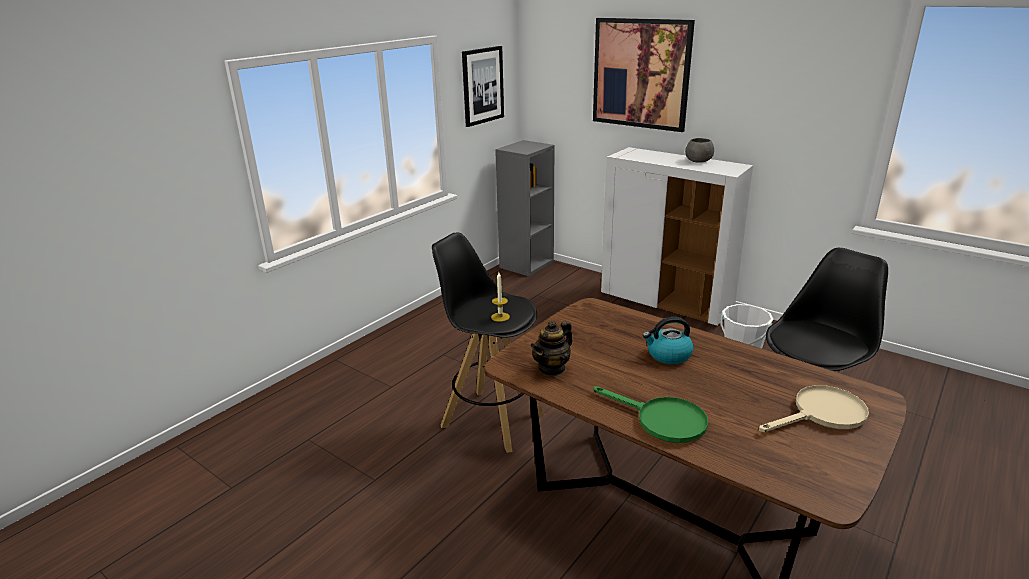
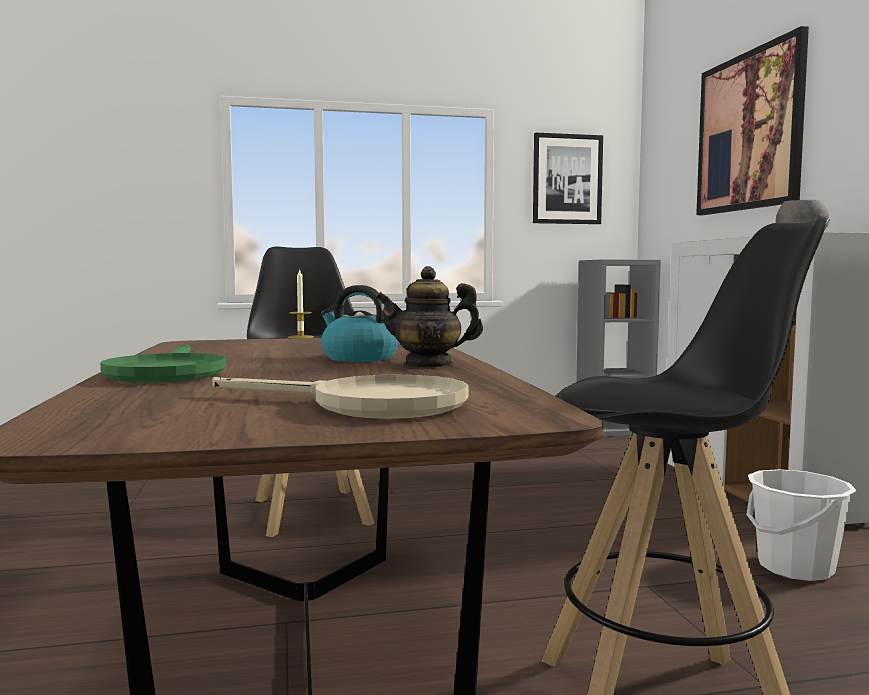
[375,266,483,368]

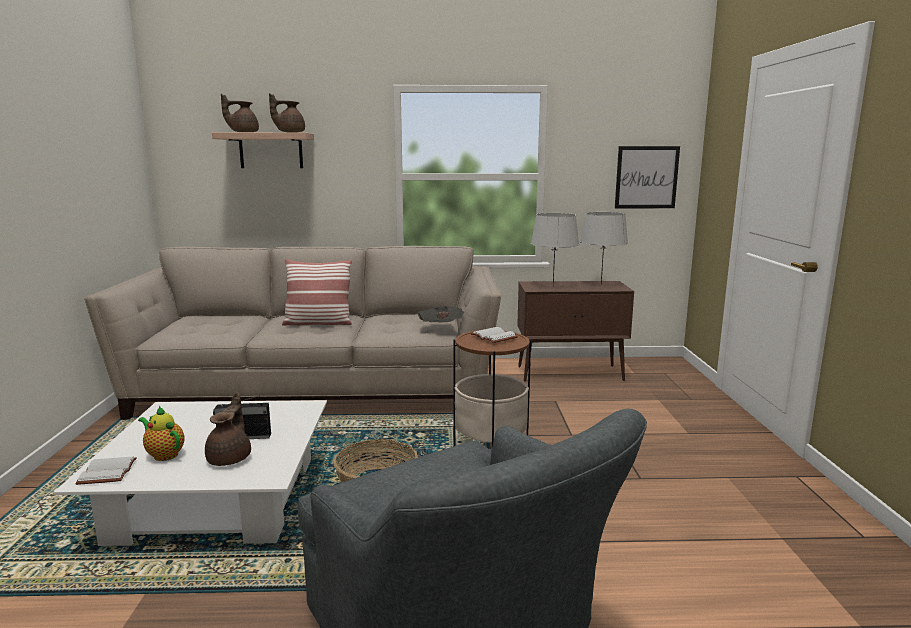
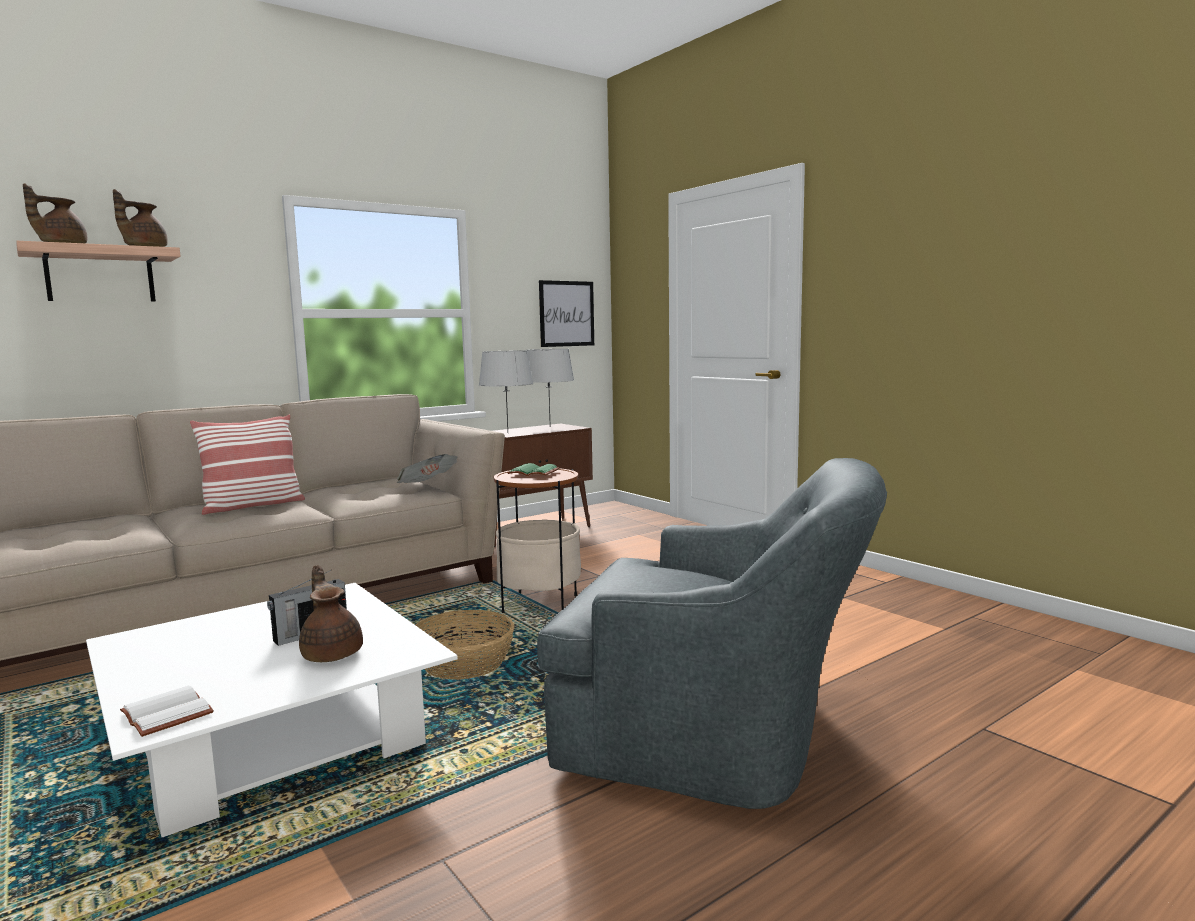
[508,463,559,476]
[138,406,185,461] (first image)

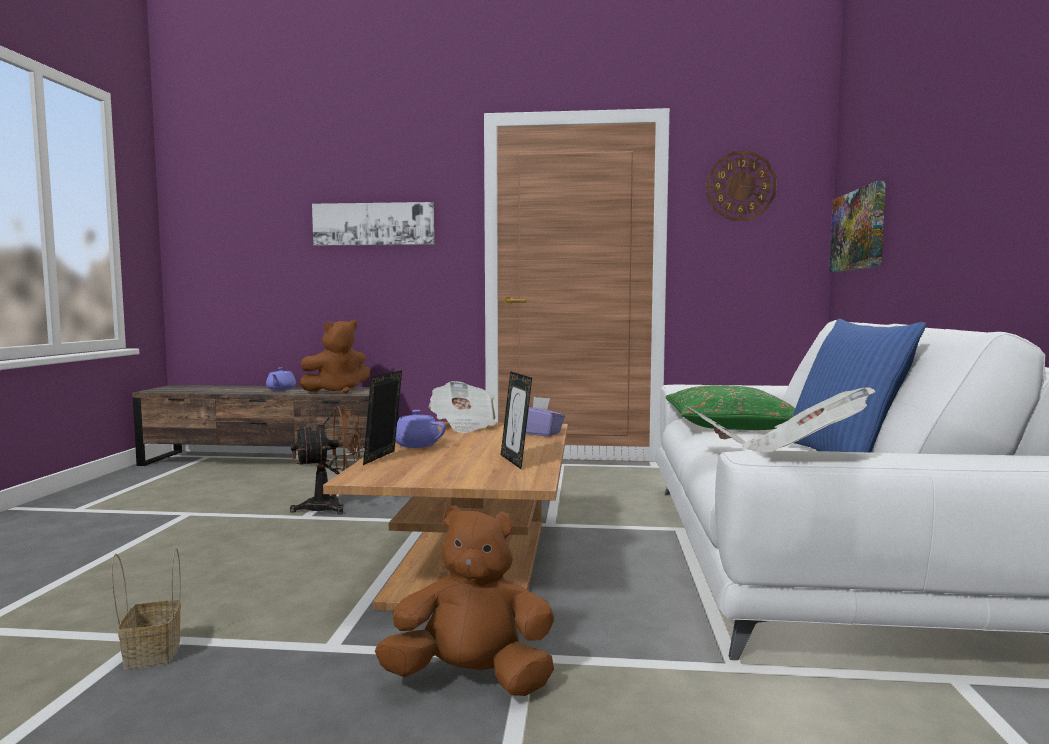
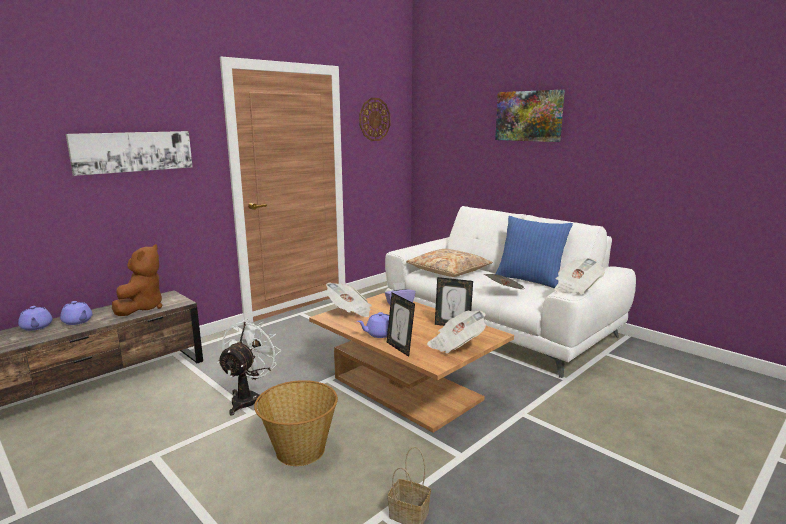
[495,90,565,142]
[406,249,493,277]
[217,319,281,416]
[375,505,554,696] (first image)
[18,306,52,331]
[427,311,486,353]
[254,380,338,466]

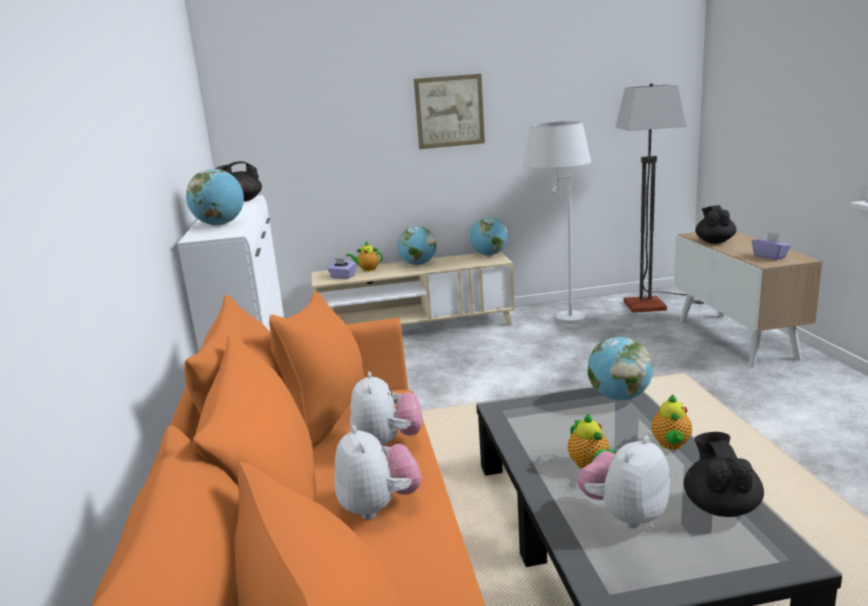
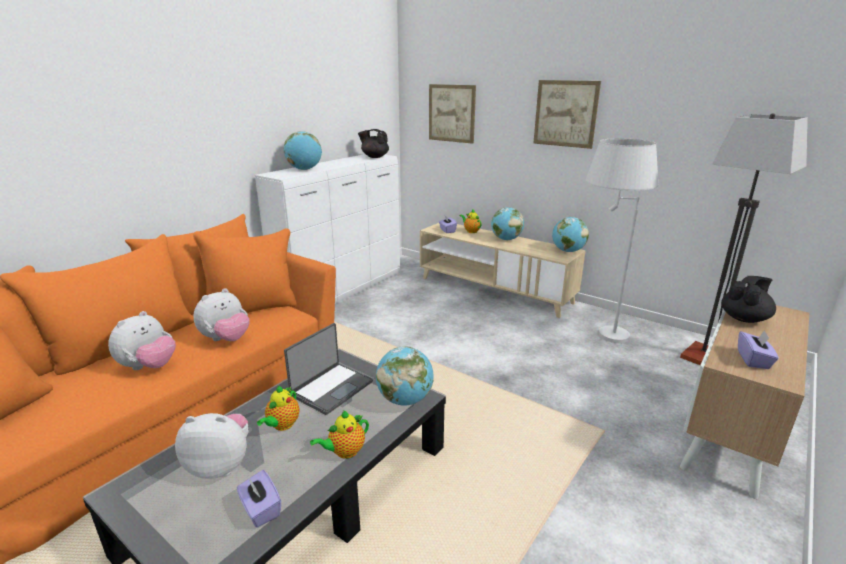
[237,470,281,527]
[429,84,476,144]
[284,323,373,415]

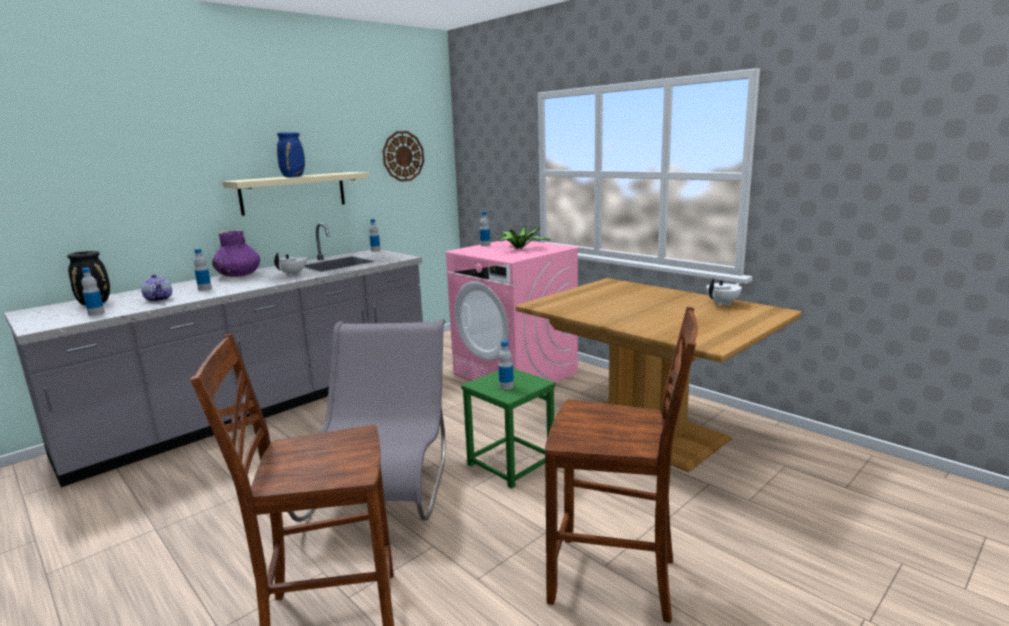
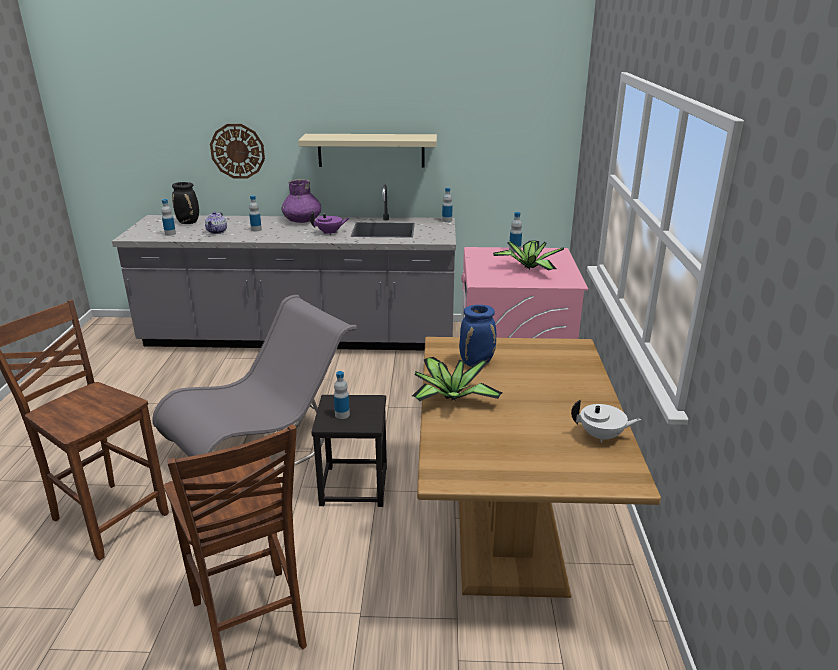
[210,124,265,179]
[459,305,496,367]
[310,212,349,235]
[311,395,387,507]
[412,357,502,402]

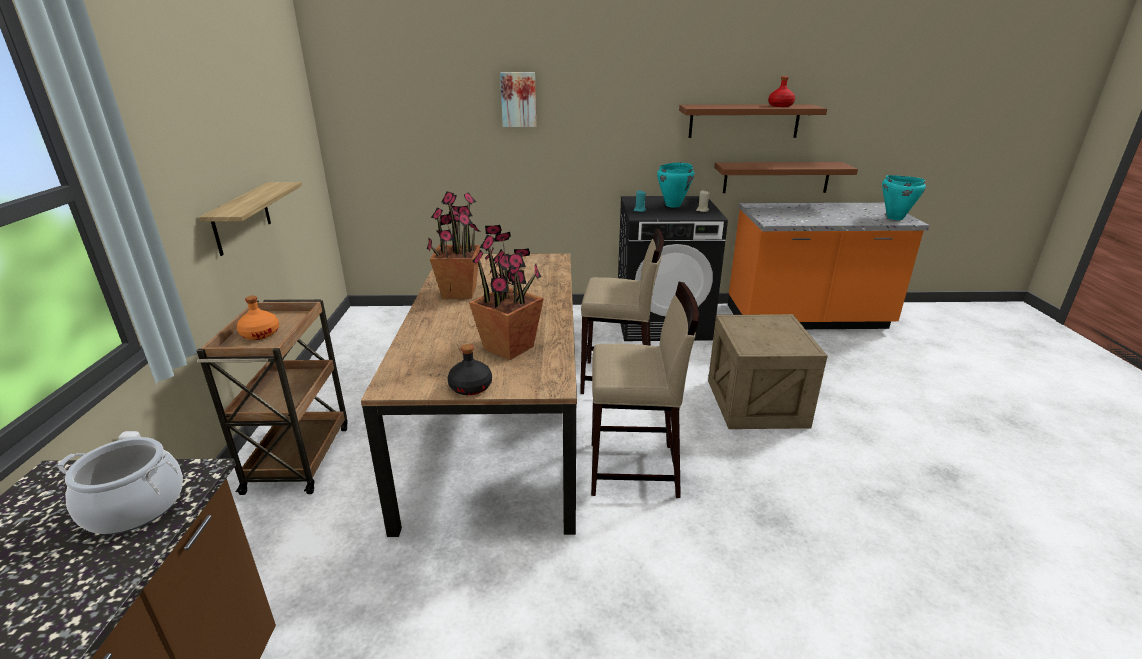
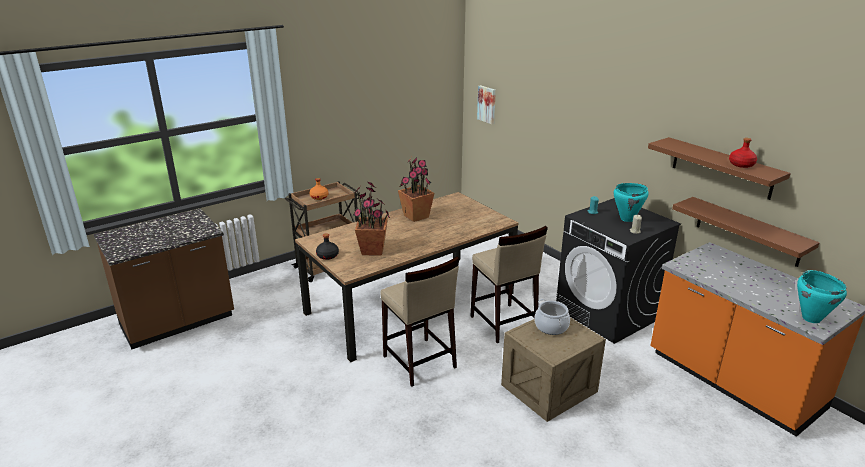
[477,85,496,124]
[199,182,302,256] (first image)
[534,299,570,335]

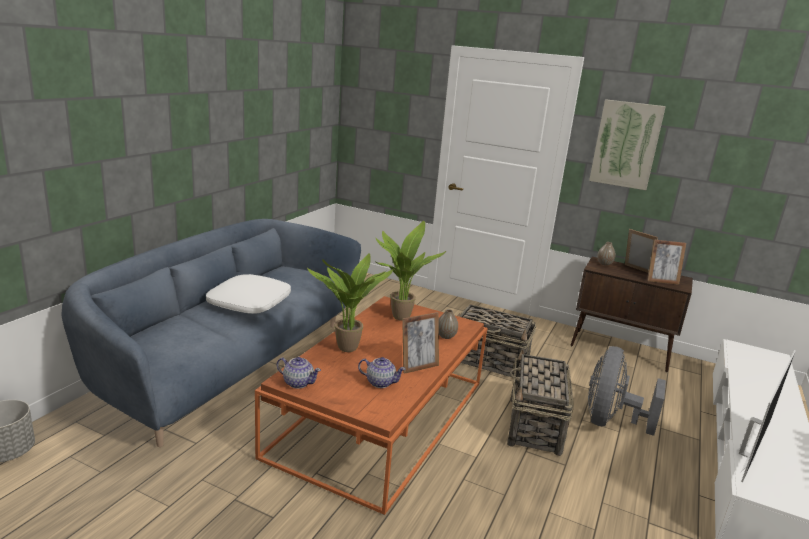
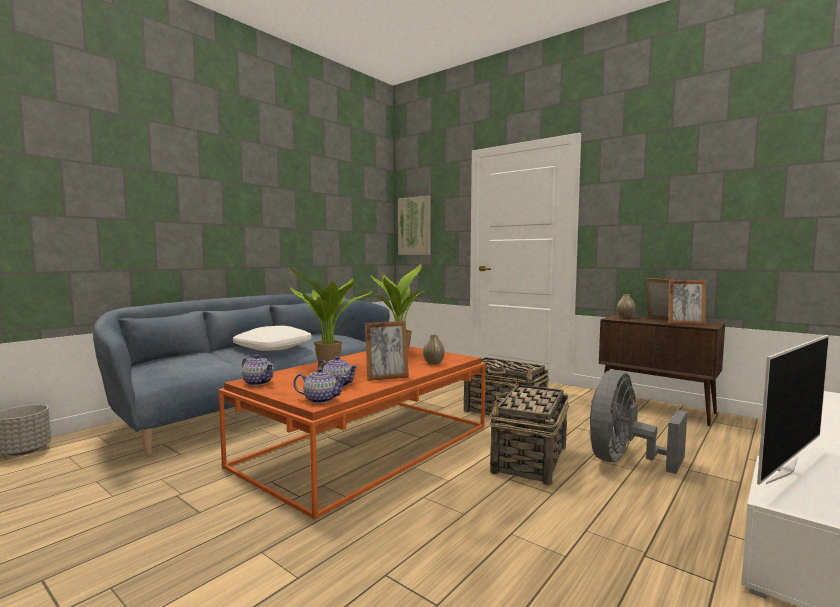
[398,196,431,255]
[293,368,347,404]

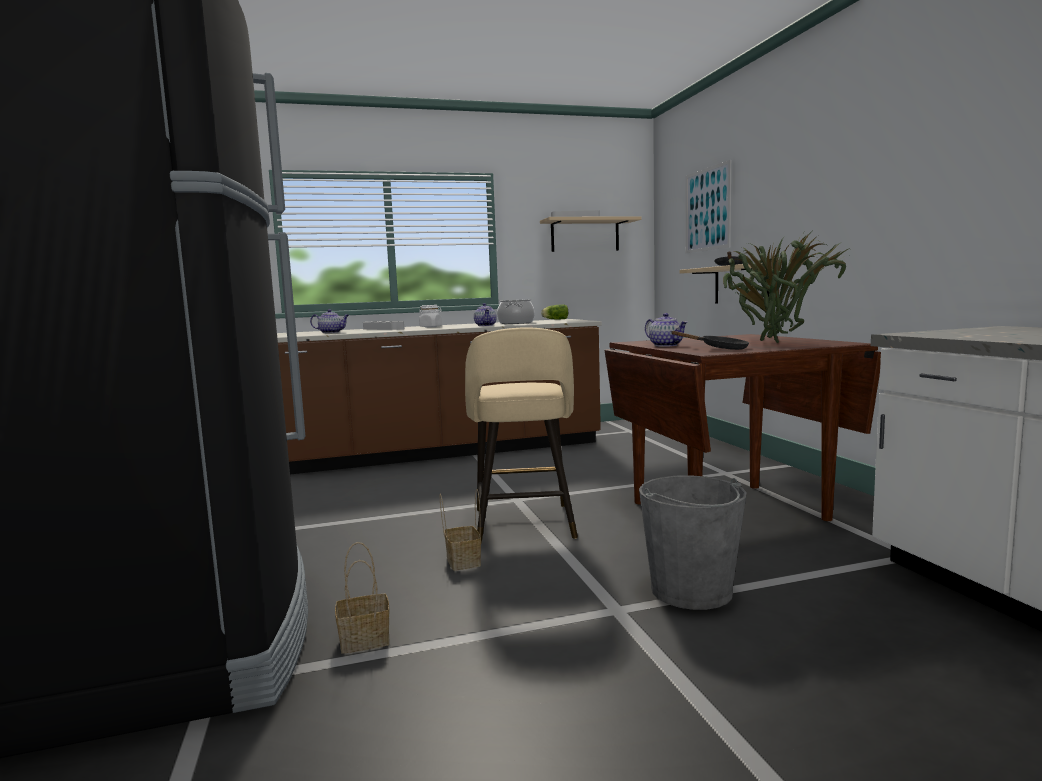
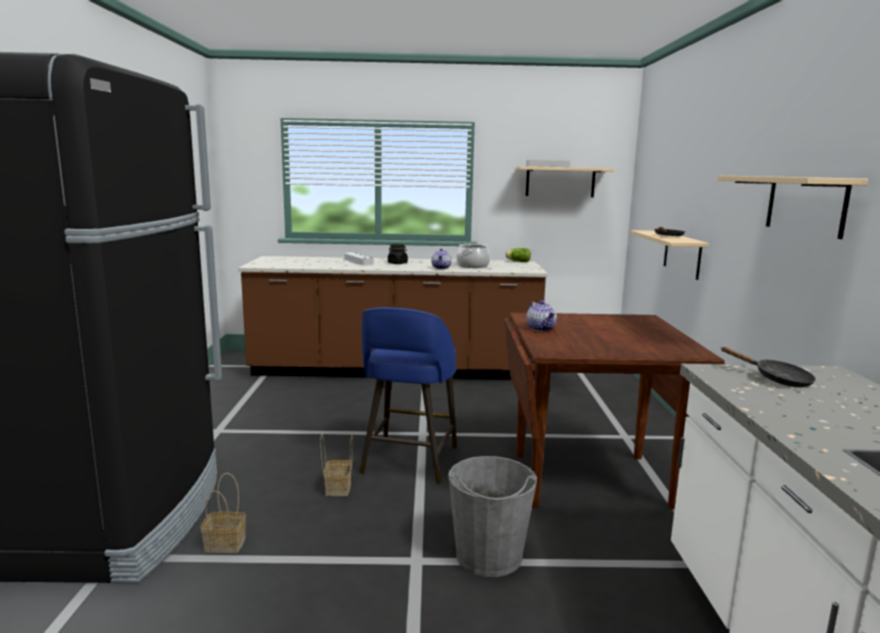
[685,160,731,253] (first image)
[723,231,849,343] (first image)
[388,244,408,264]
[310,309,349,333] (first image)
[359,307,457,484]
[720,347,816,388]
[718,176,868,239]

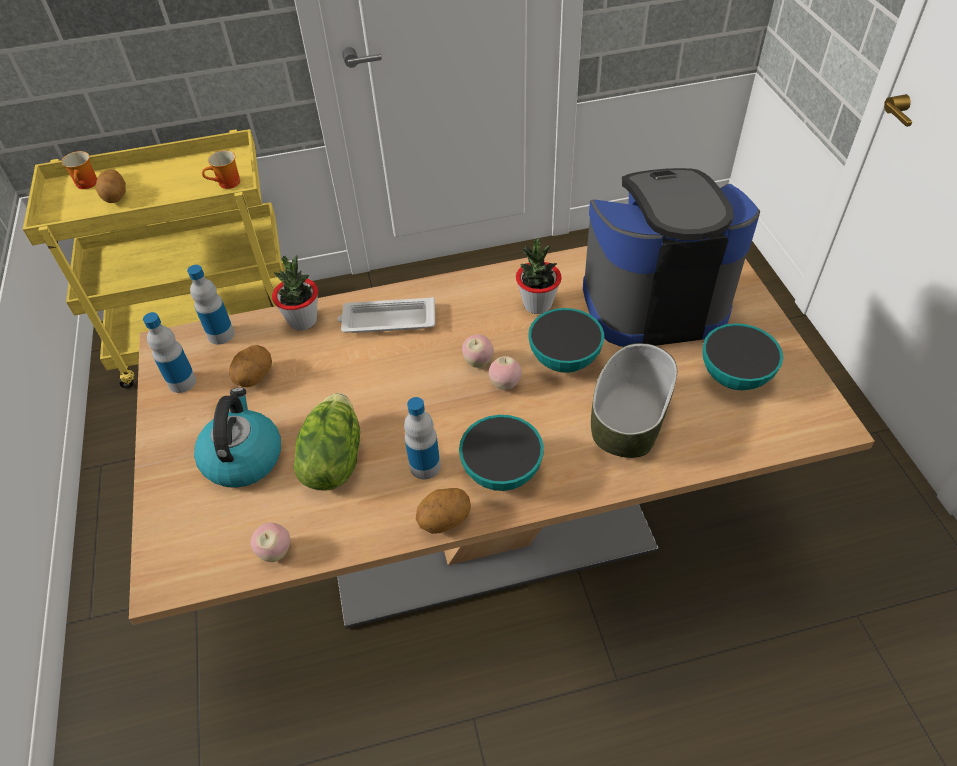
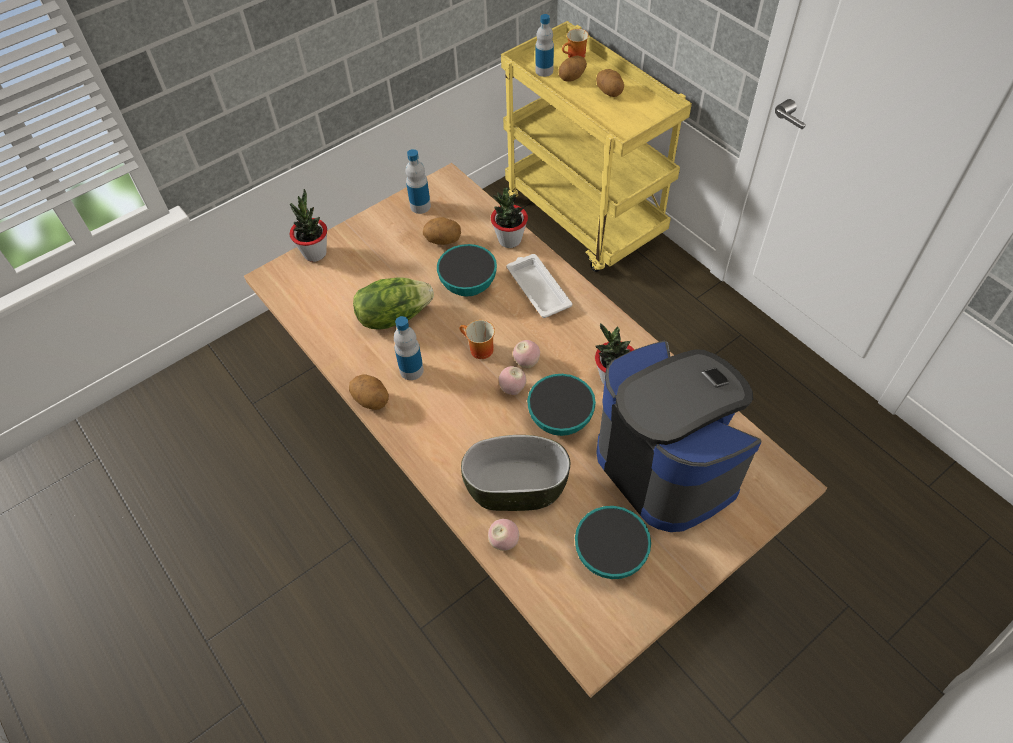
[459,320,495,359]
[535,14,554,77]
[194,387,281,488] (first image)
[437,244,497,297]
[488,519,519,551]
[596,69,624,97]
[290,189,327,262]

